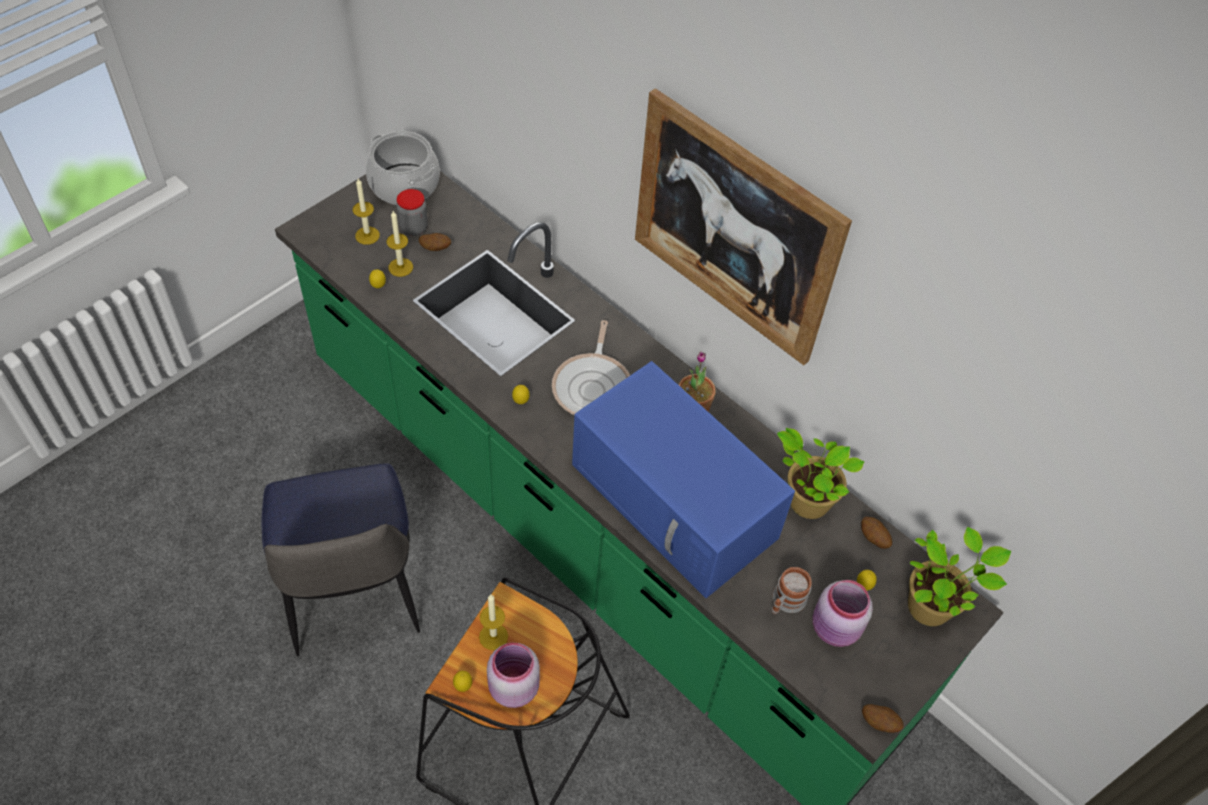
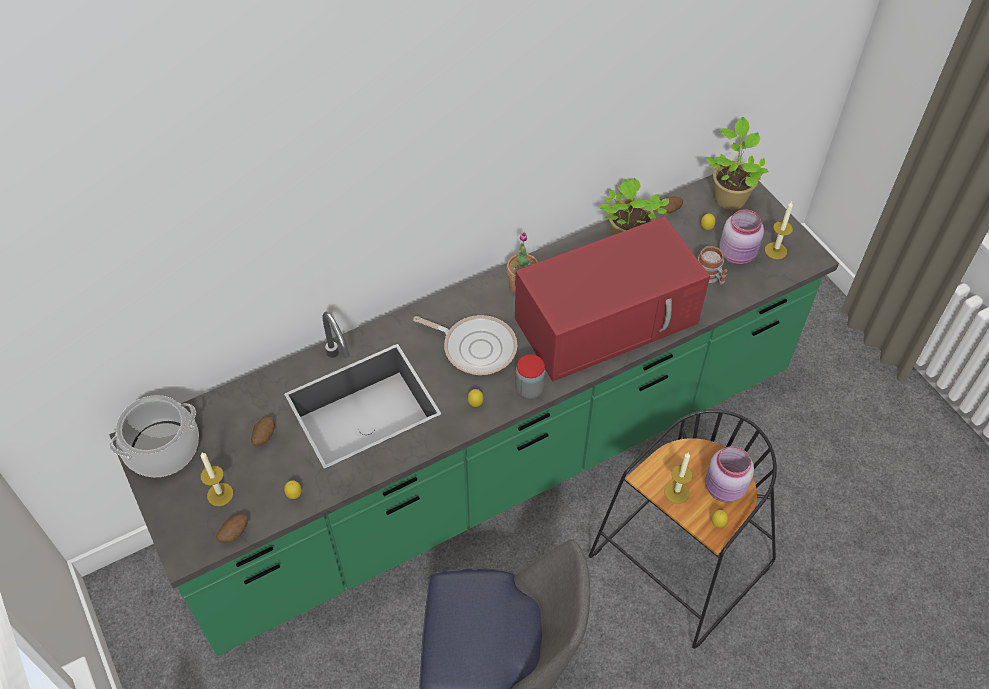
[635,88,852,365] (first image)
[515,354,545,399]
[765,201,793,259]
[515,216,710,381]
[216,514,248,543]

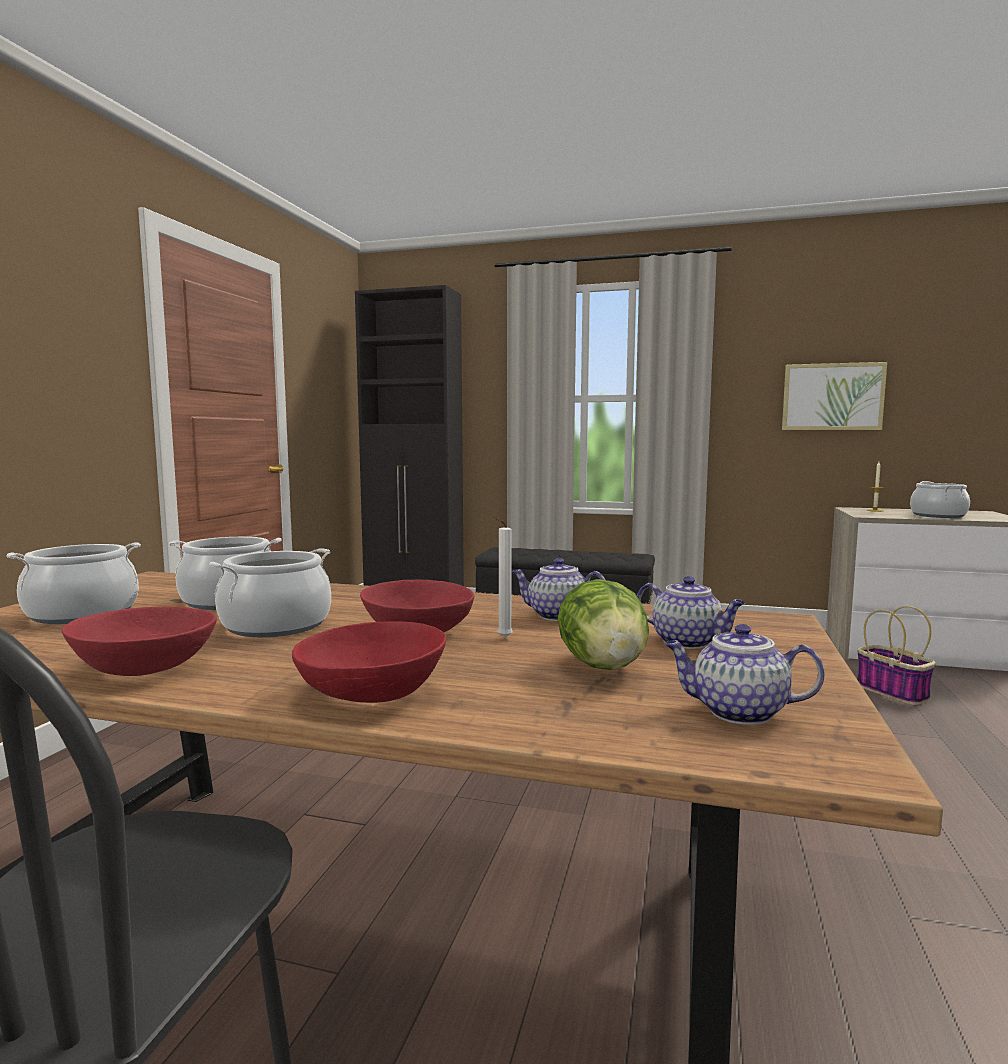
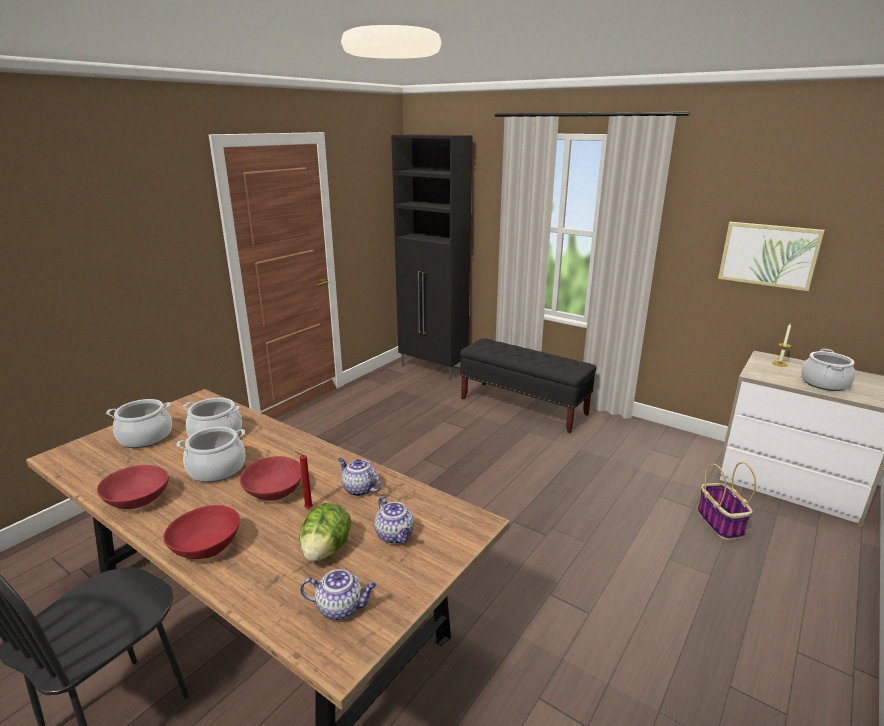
[295,451,313,508]
[300,569,376,621]

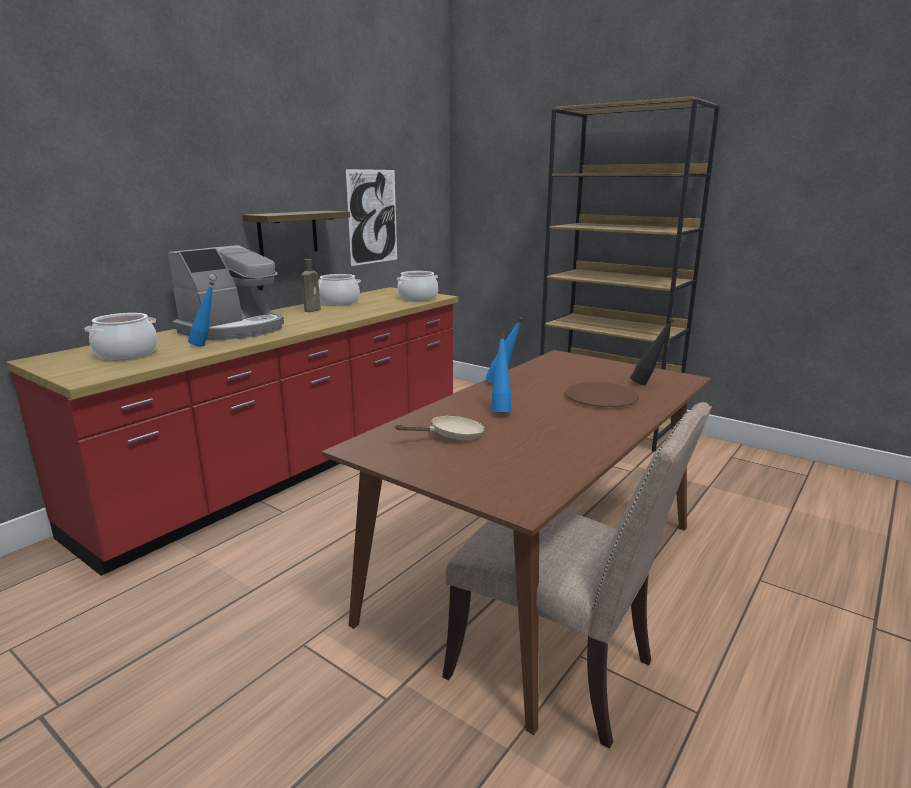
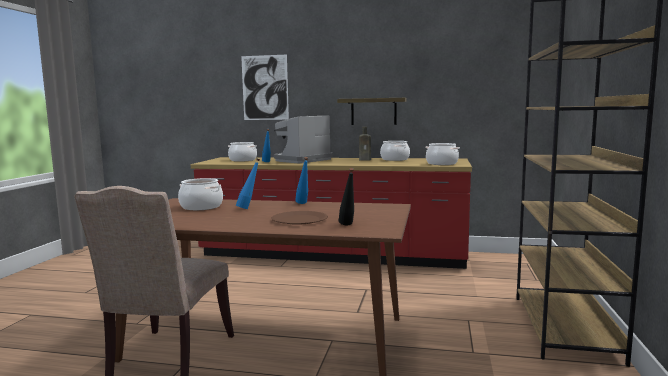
[241,54,289,120]
[274,115,332,163]
[178,178,223,210]

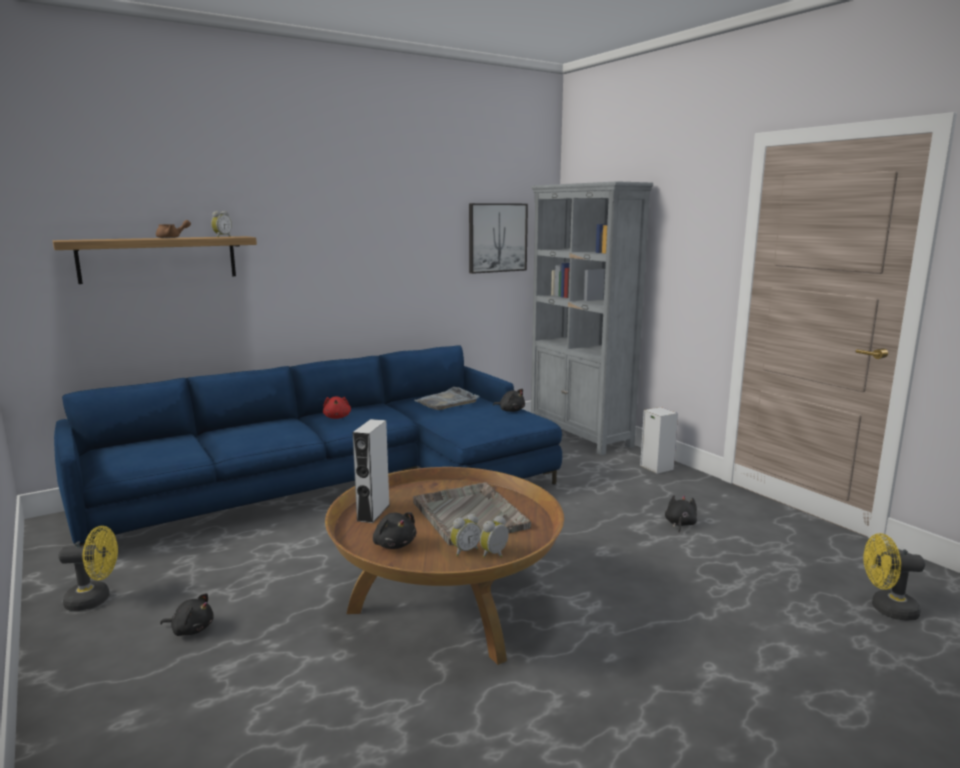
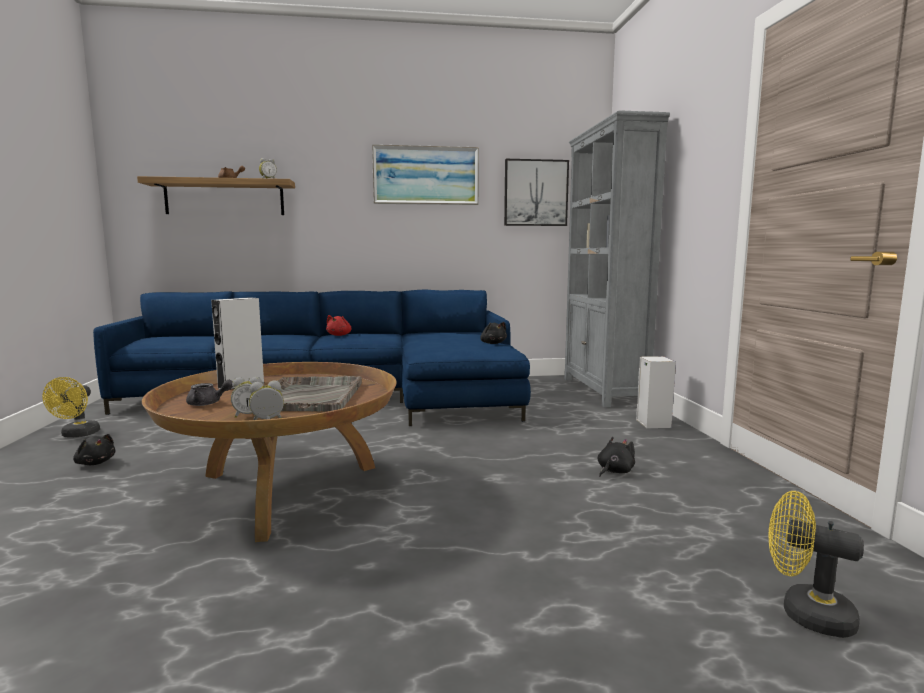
[414,387,479,410] (first image)
[186,380,233,406]
[43,377,100,437]
[372,144,479,205]

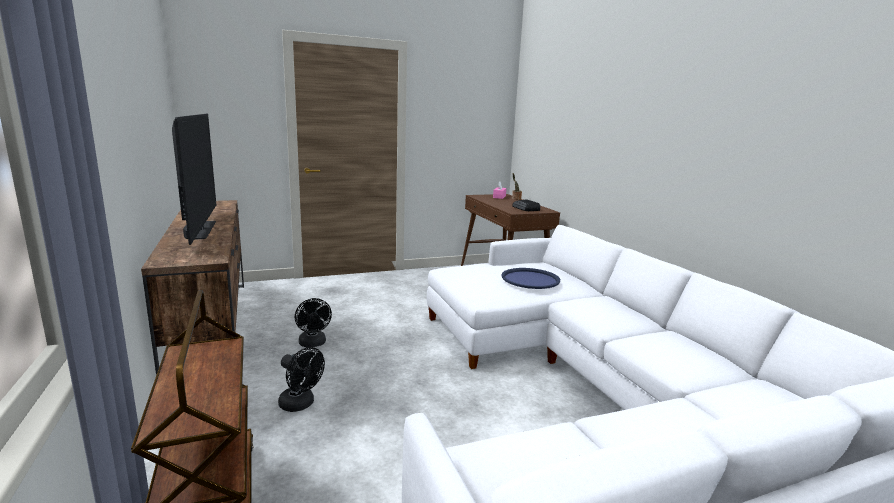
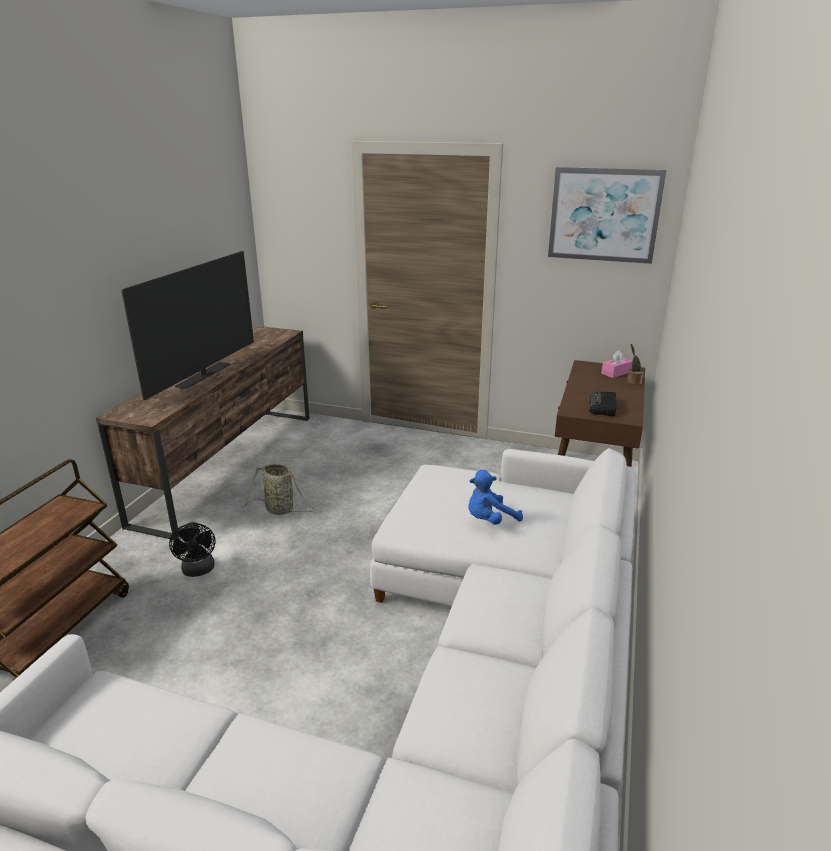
[468,470,523,525]
[245,464,320,515]
[548,167,666,264]

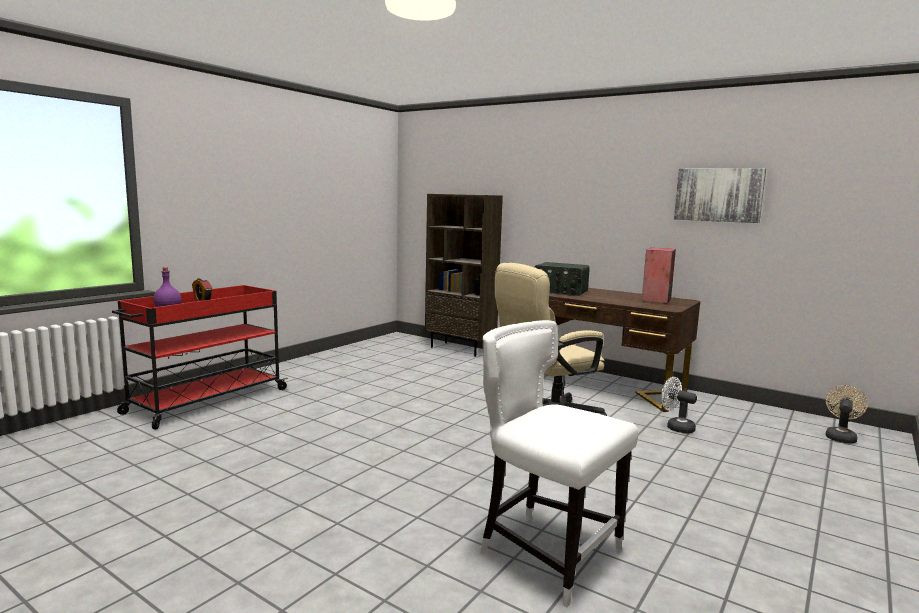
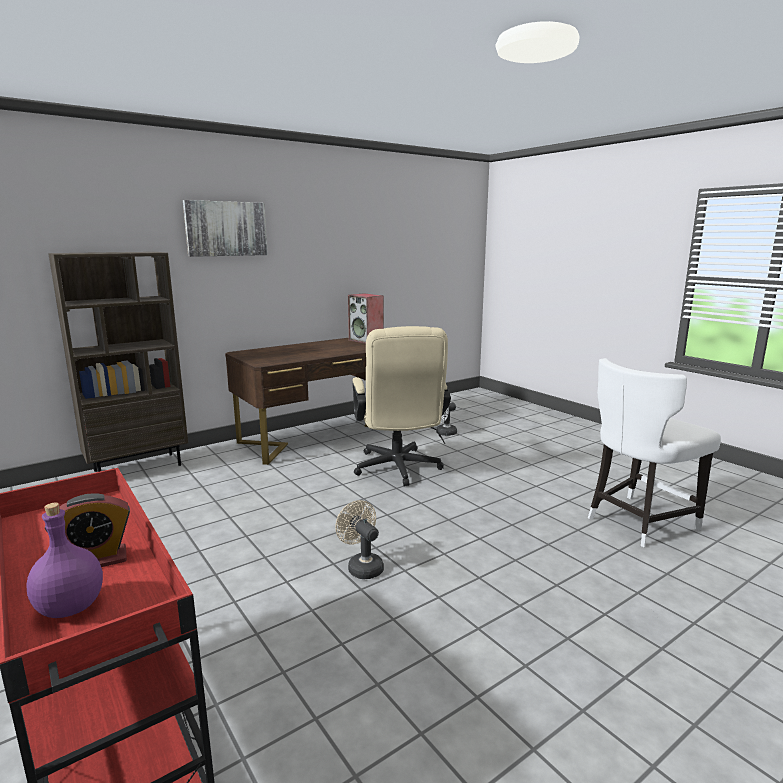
[183,200,268,257]
[534,262,590,296] (first image)
[335,500,384,579]

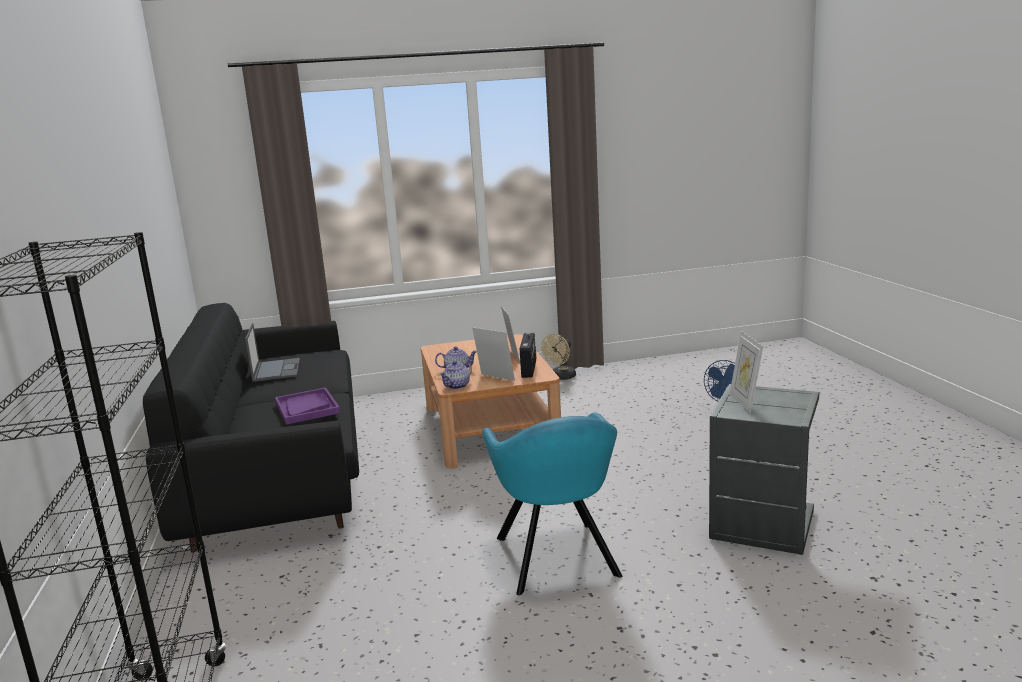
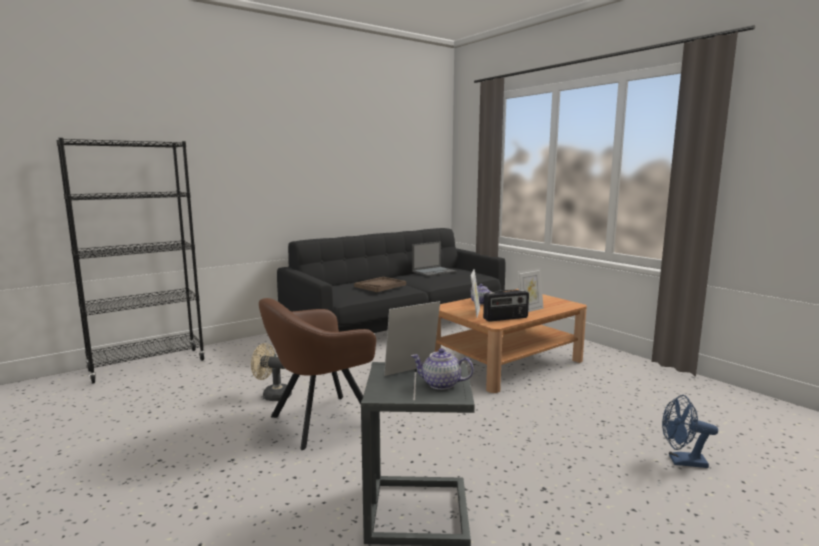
[251,343,292,401]
[411,348,474,390]
[354,277,406,292]
[259,298,376,450]

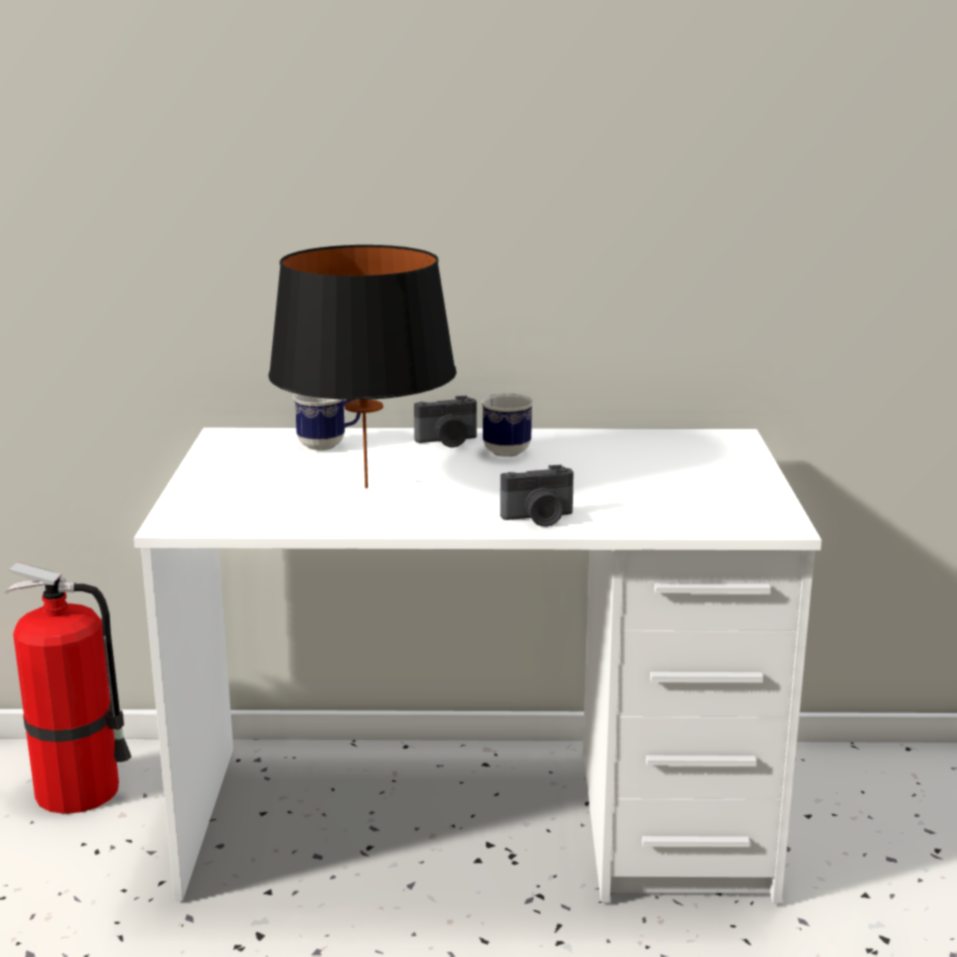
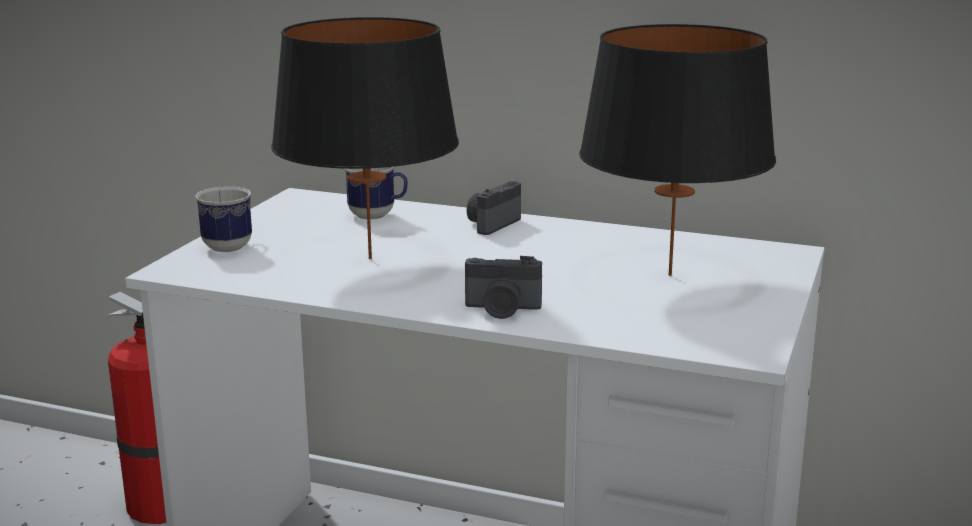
[195,186,252,252]
[467,181,521,235]
[579,24,776,276]

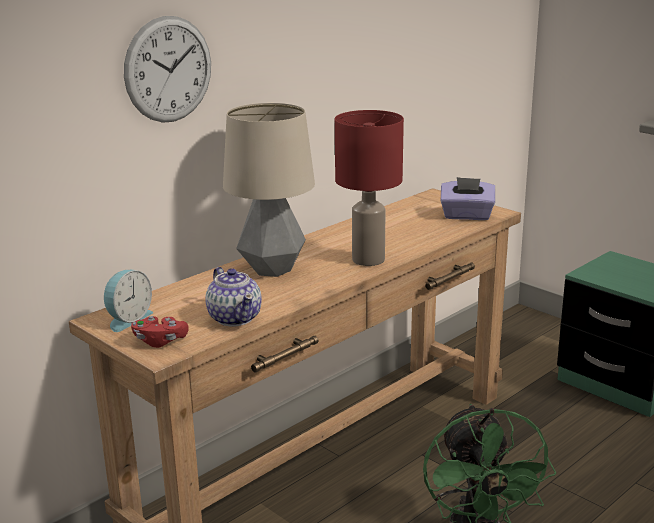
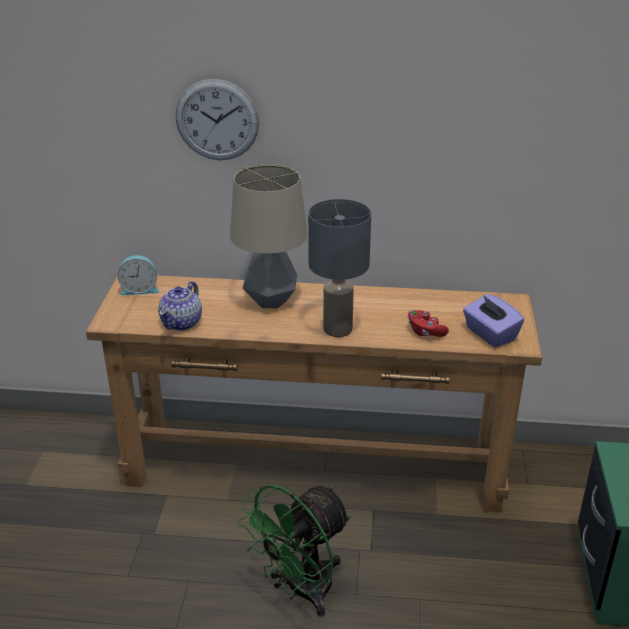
[308,199,371,337]
[407,310,449,337]

